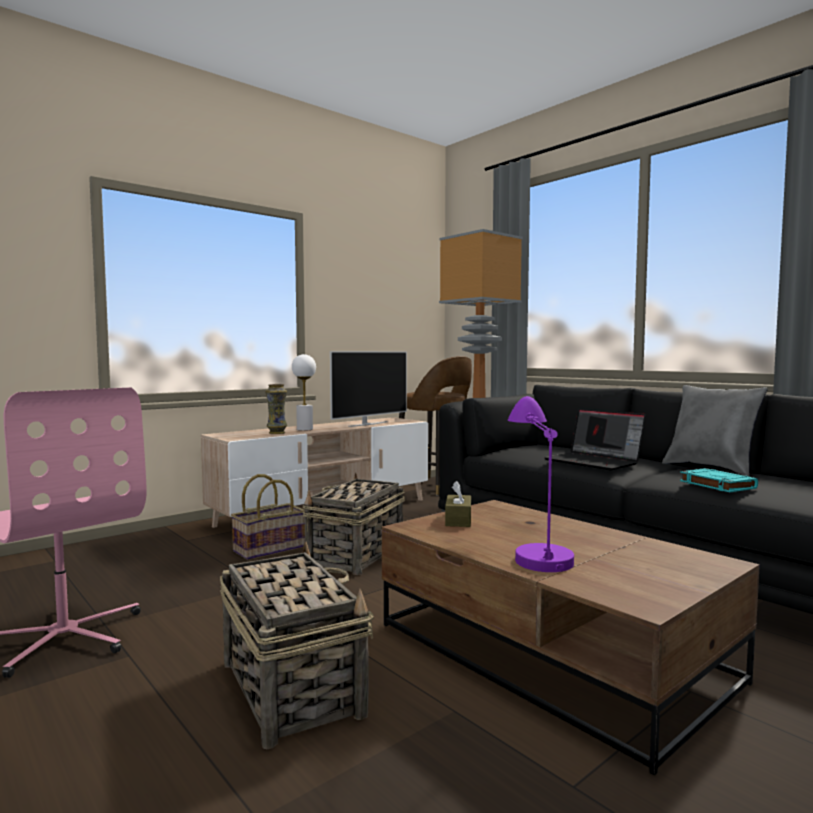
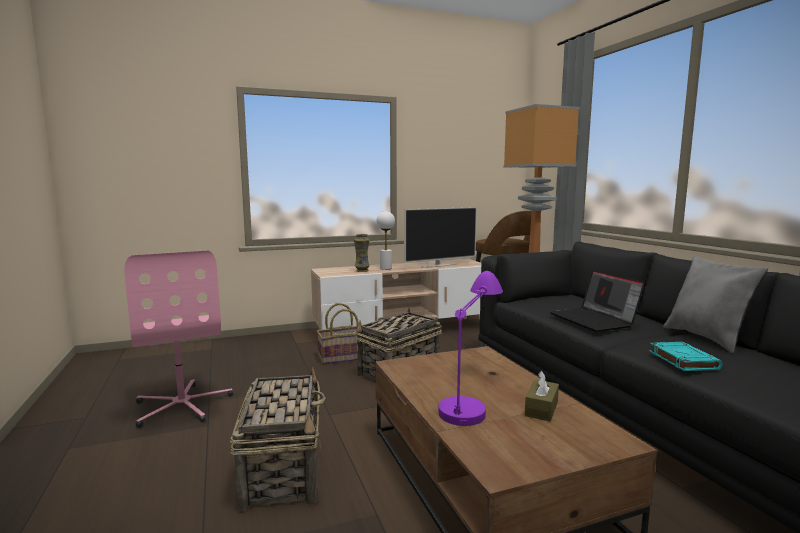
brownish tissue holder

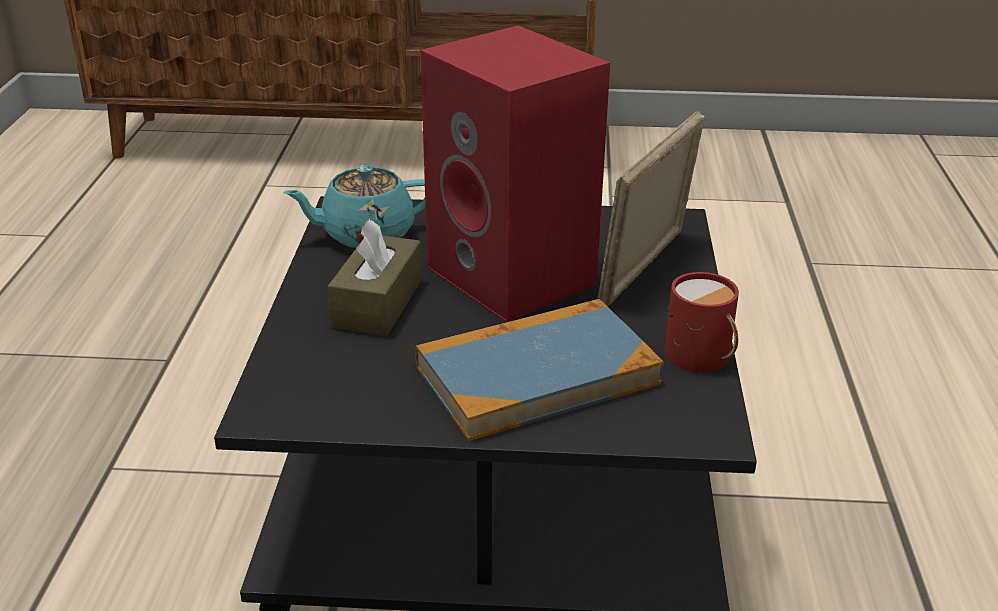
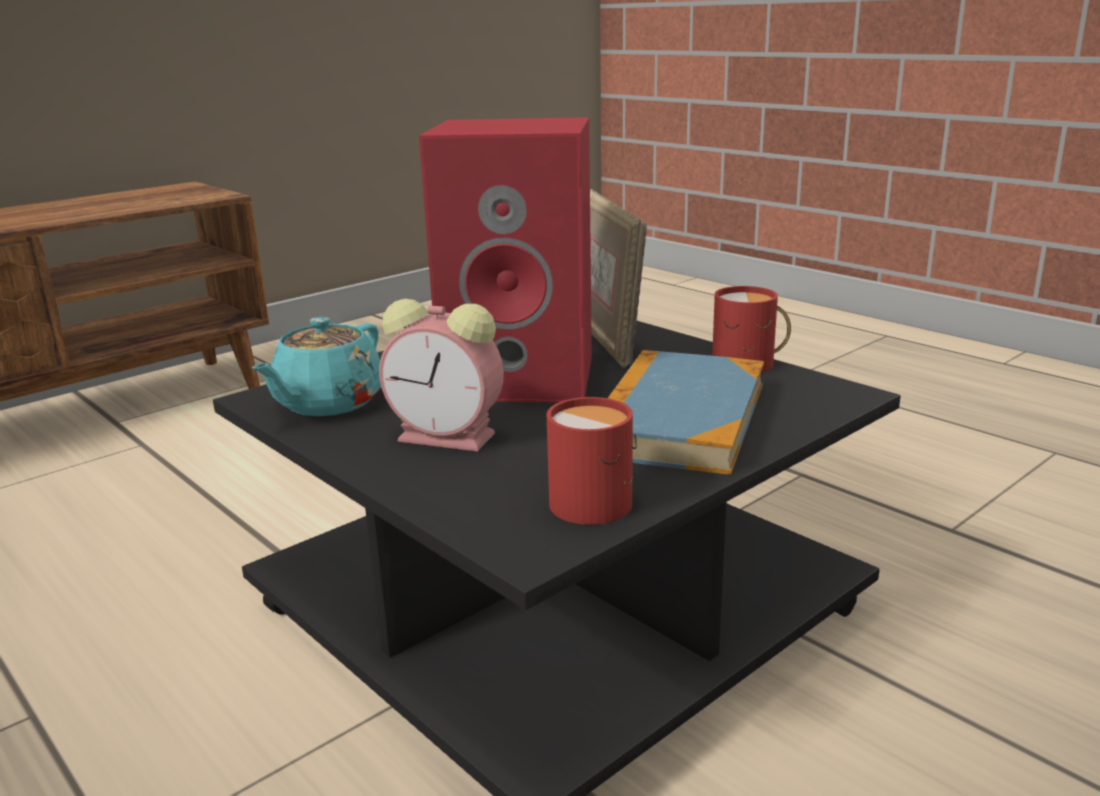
alarm clock
red coffee mug (no. 1 from left)

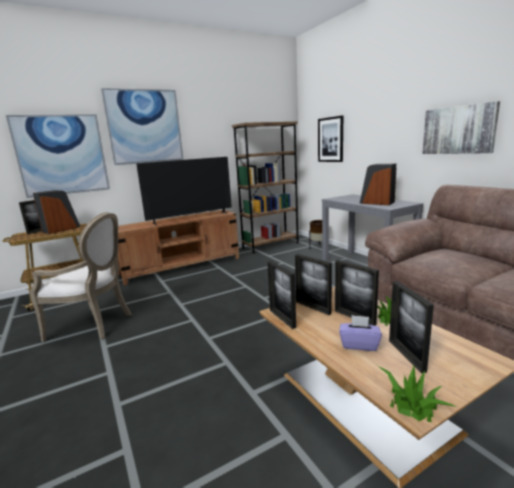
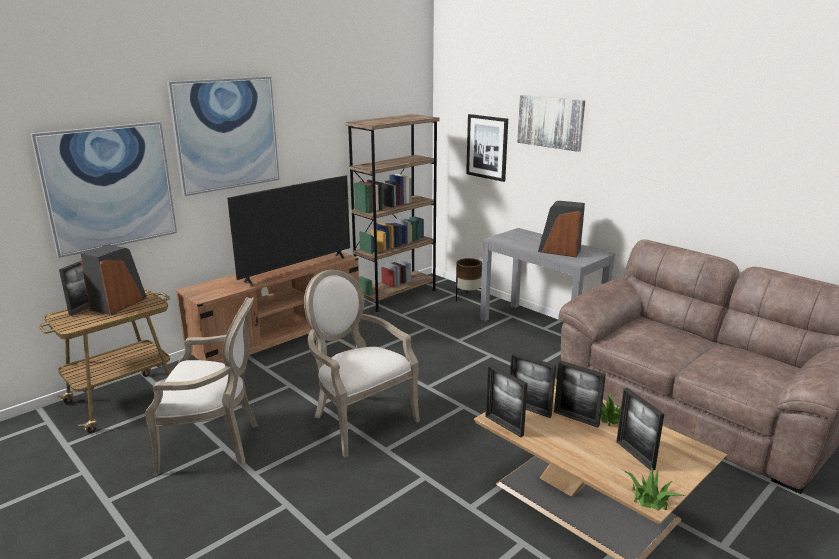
purple tissue holder
wall picture (no. 4 from left)
easy chair (no. 2 from left)

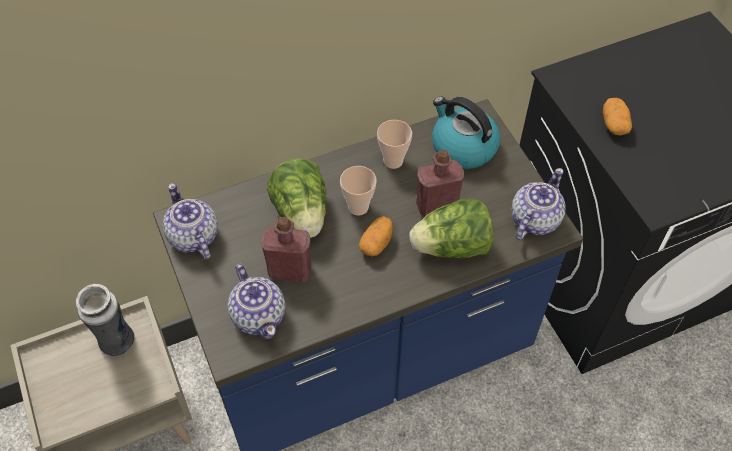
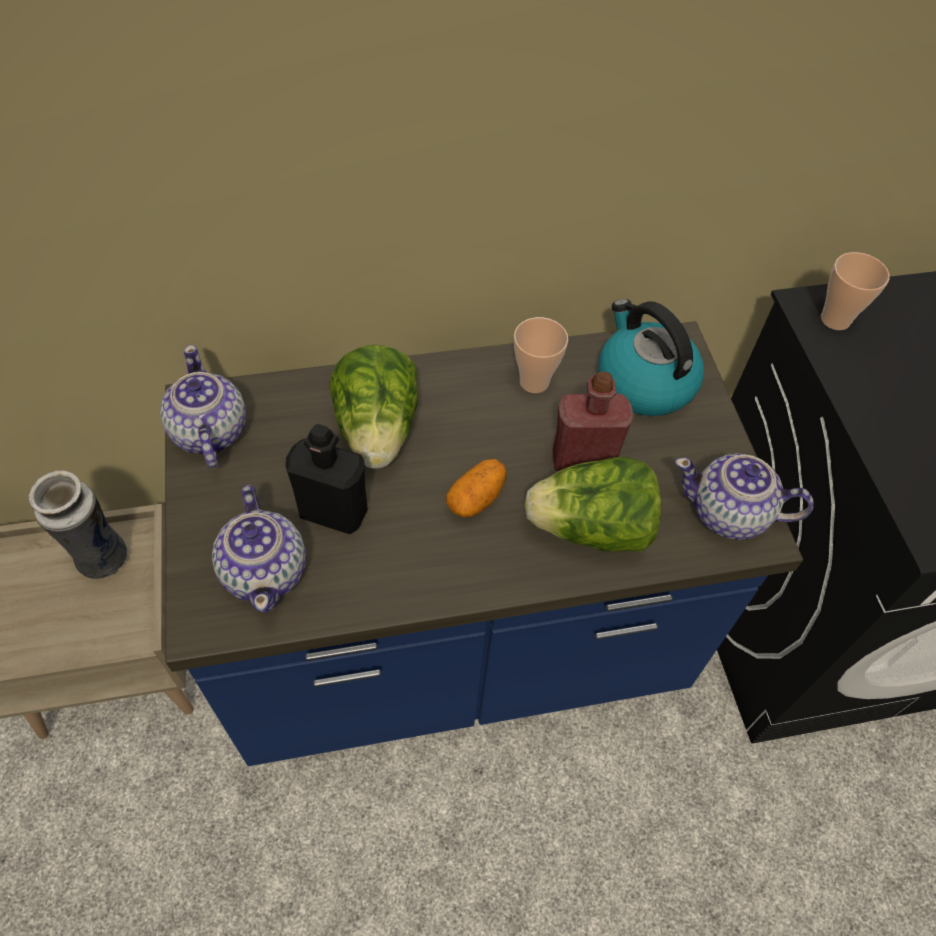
black-coloured drink bottle
drinking cup (no. 2 from left)
pot for tea (no. 3 from left)
potato (no. 2 from left in the first image)

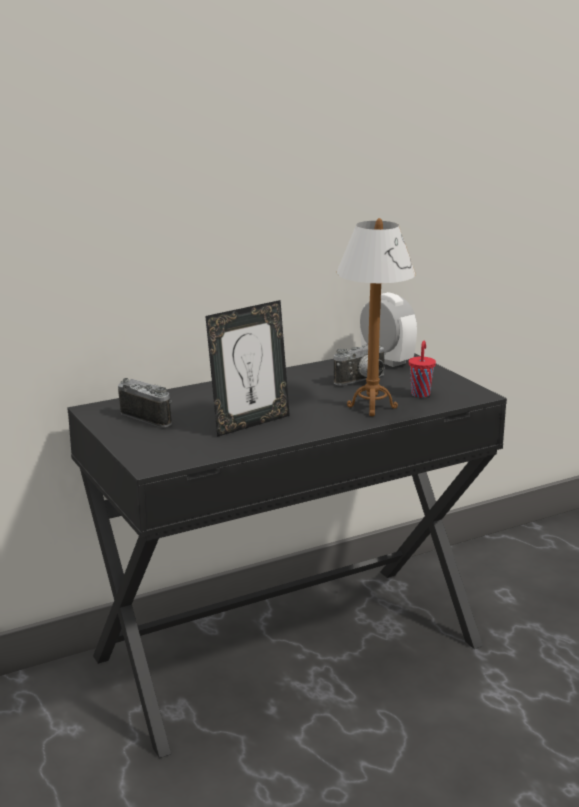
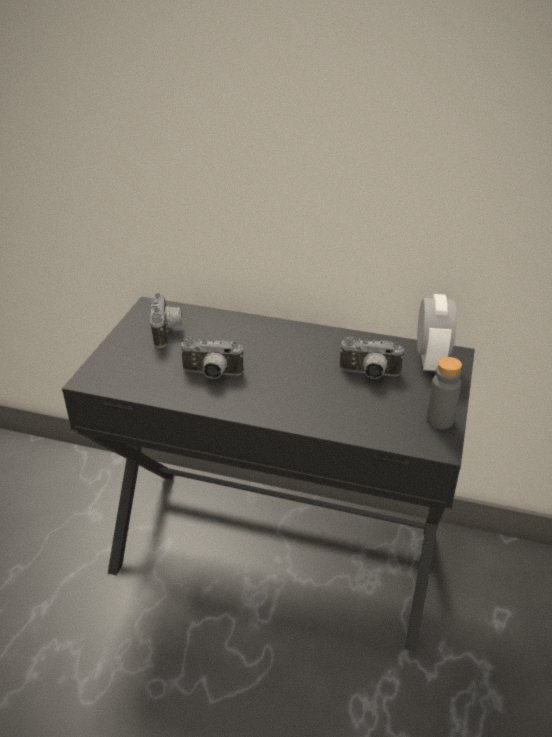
still camera (no. 2 from left)
tabletop lamp
red drinking cup
gray drink bottle

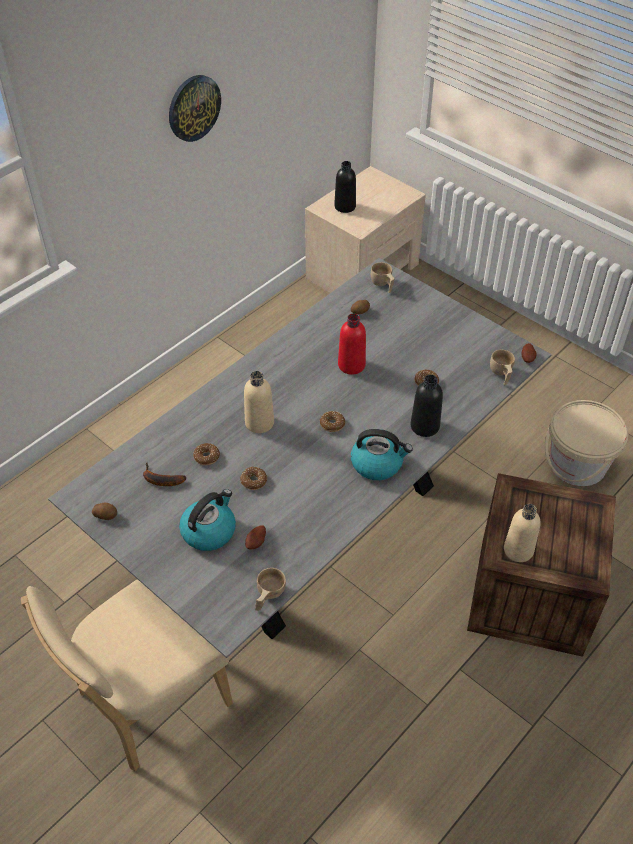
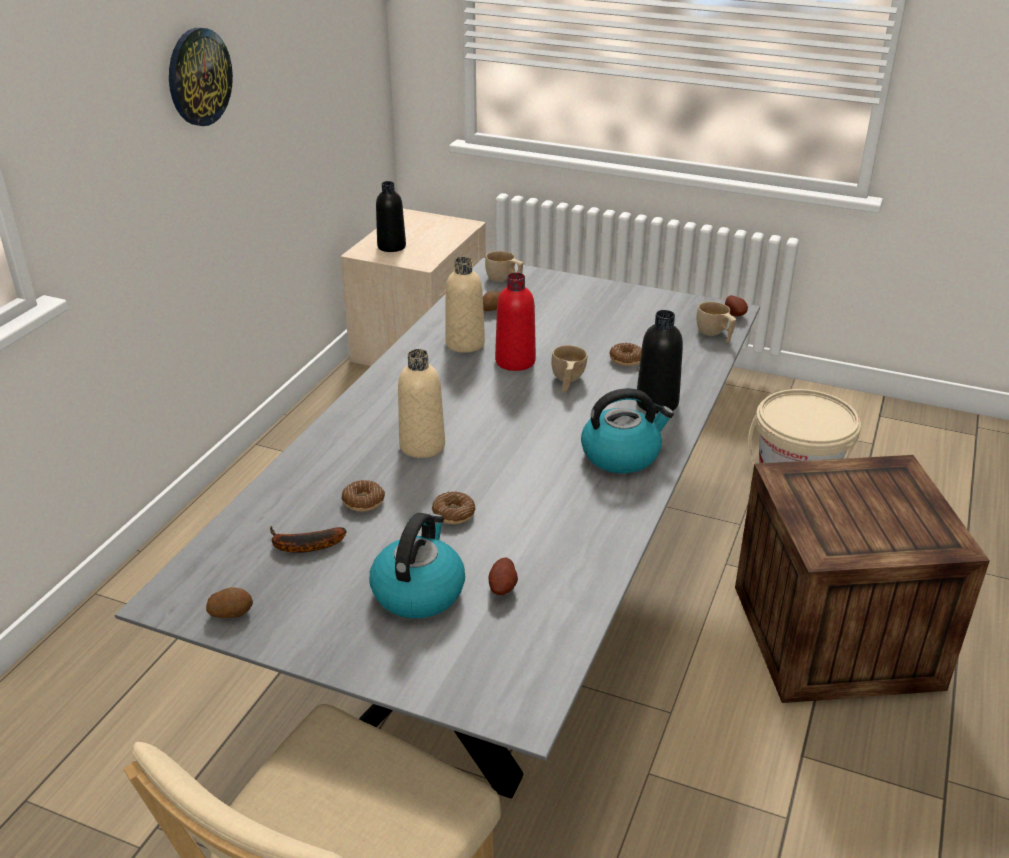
beige-coloured drinking cup (no. 2 from left)
donut (no. 3 from left in the first image)
beige-coloured drink bottle (no. 2 from left)

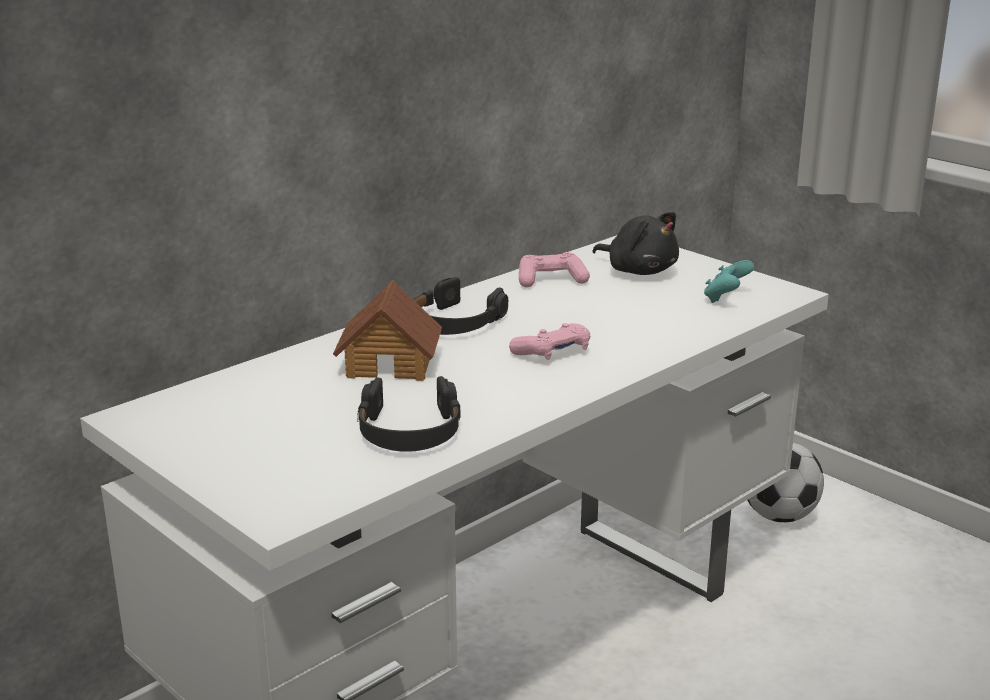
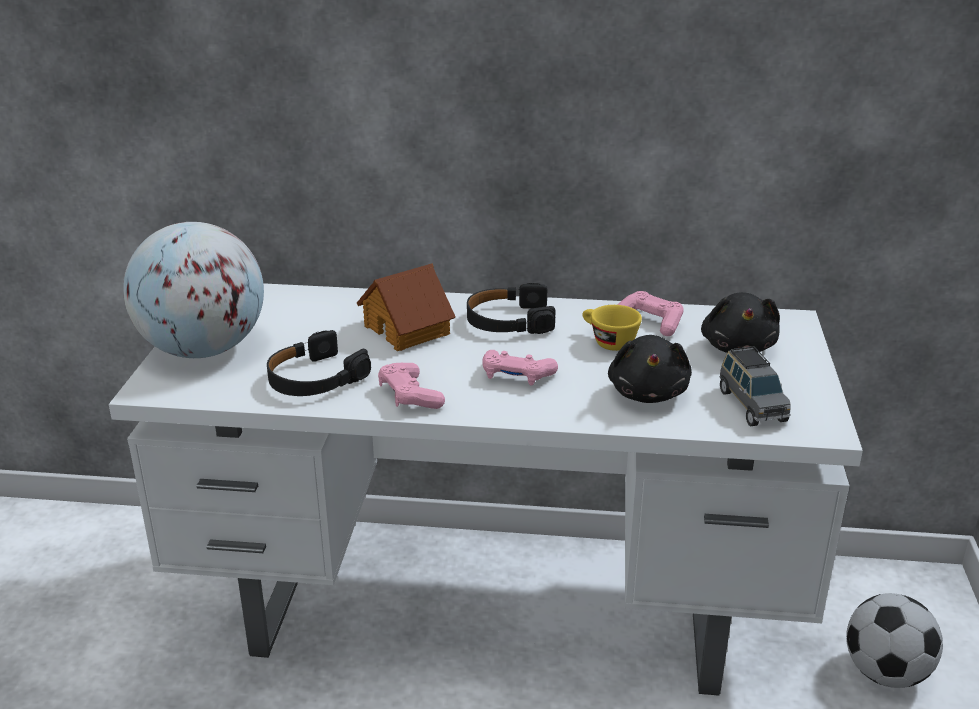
gray toy car
desk globe
pink gamepad (no. 1 from left)
yellow-coloured drinking cup
black-coloured plush toy (no. 1 from left)

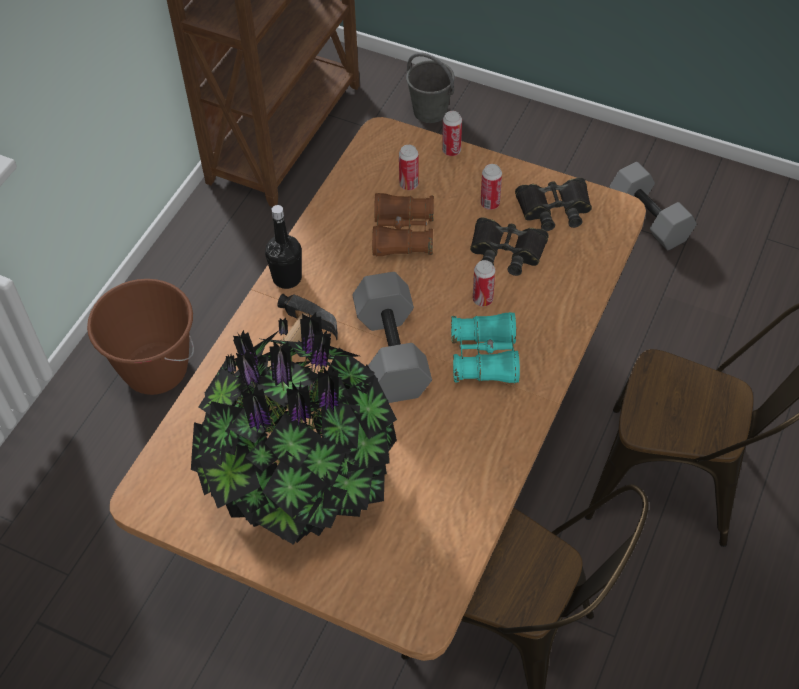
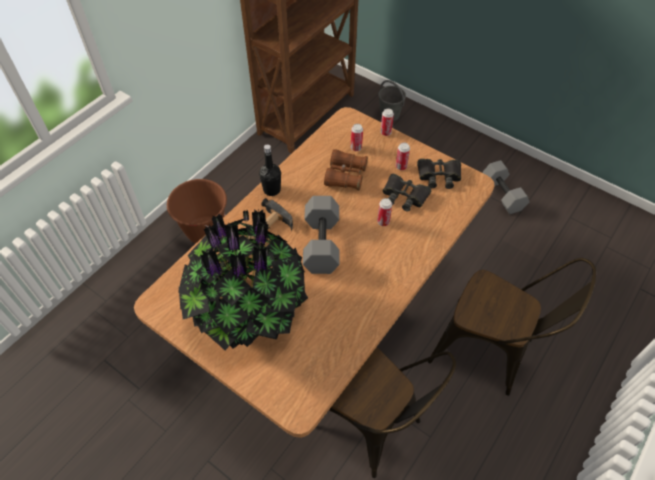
blue-green pair of binoculars

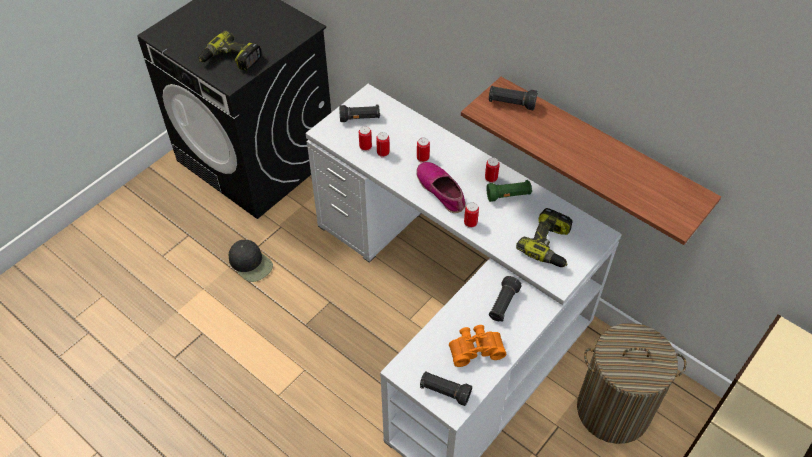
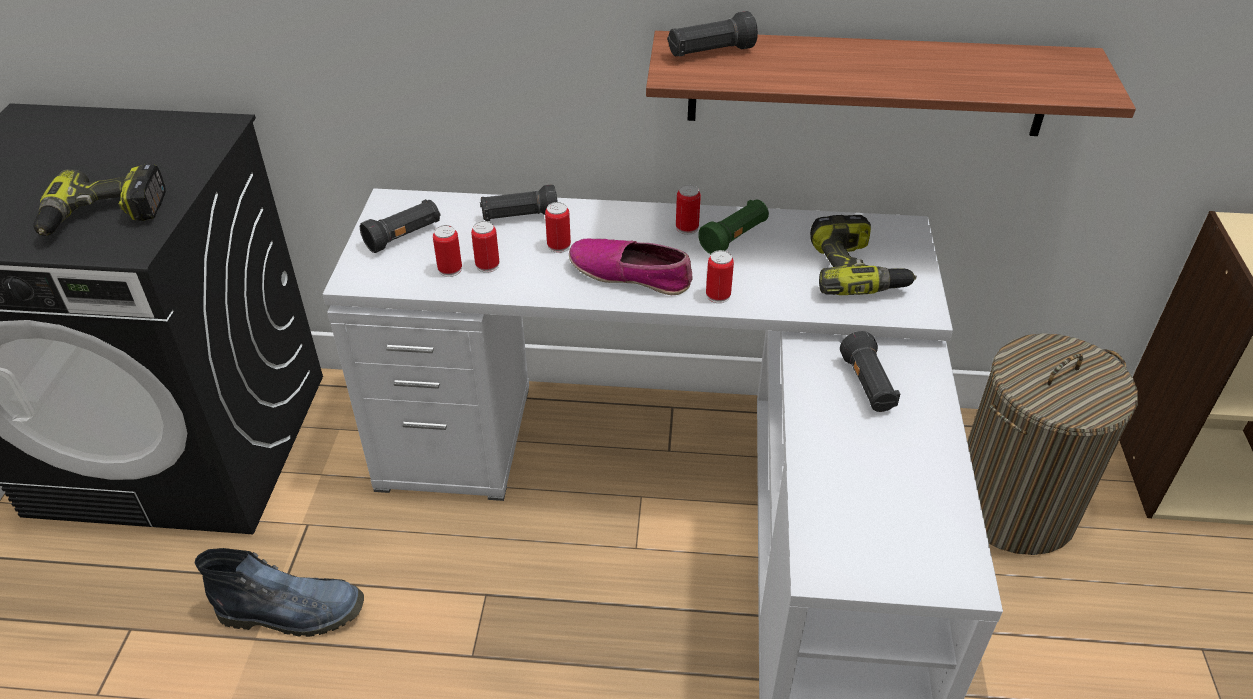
boot
black-coloured hand torch (no. 2 from left)
orangey pair of binoculars

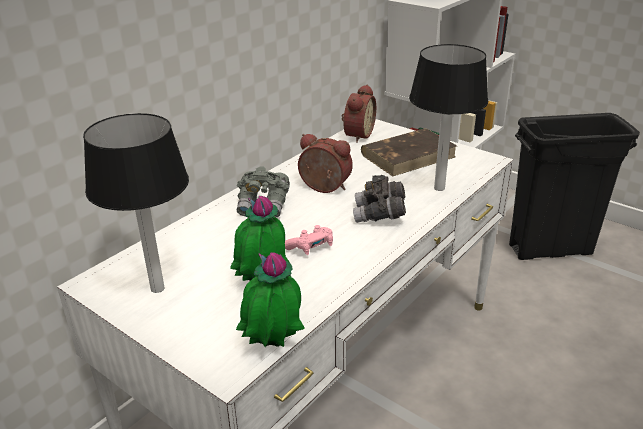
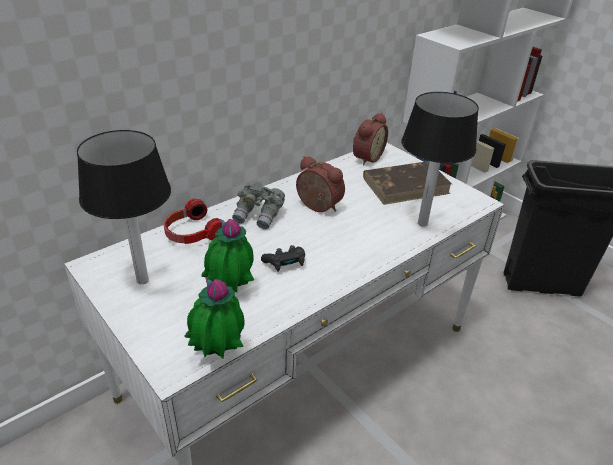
black-coloured gamepad
gray pair of binoculars (no. 2 from left in the first image)
headset

